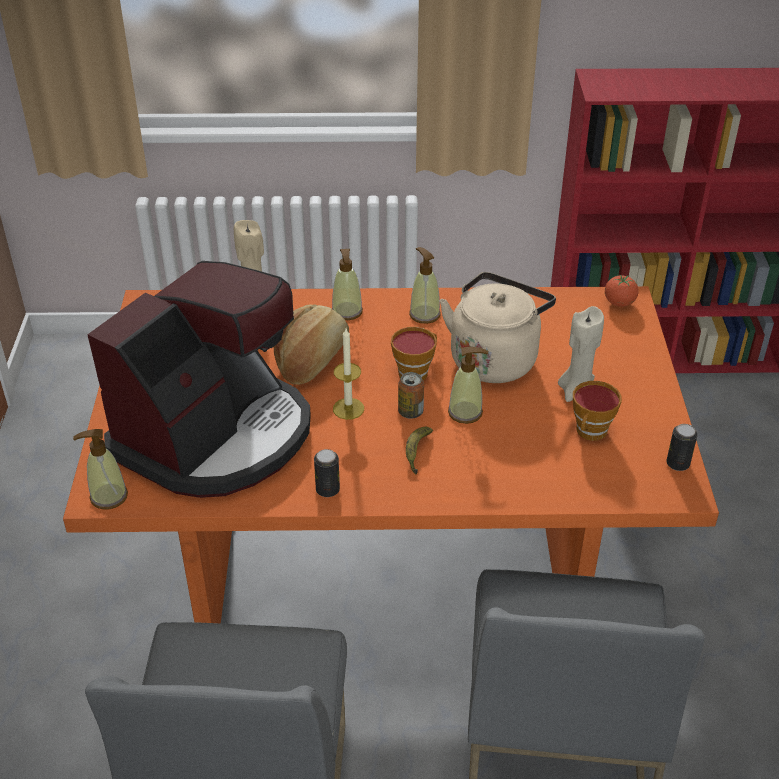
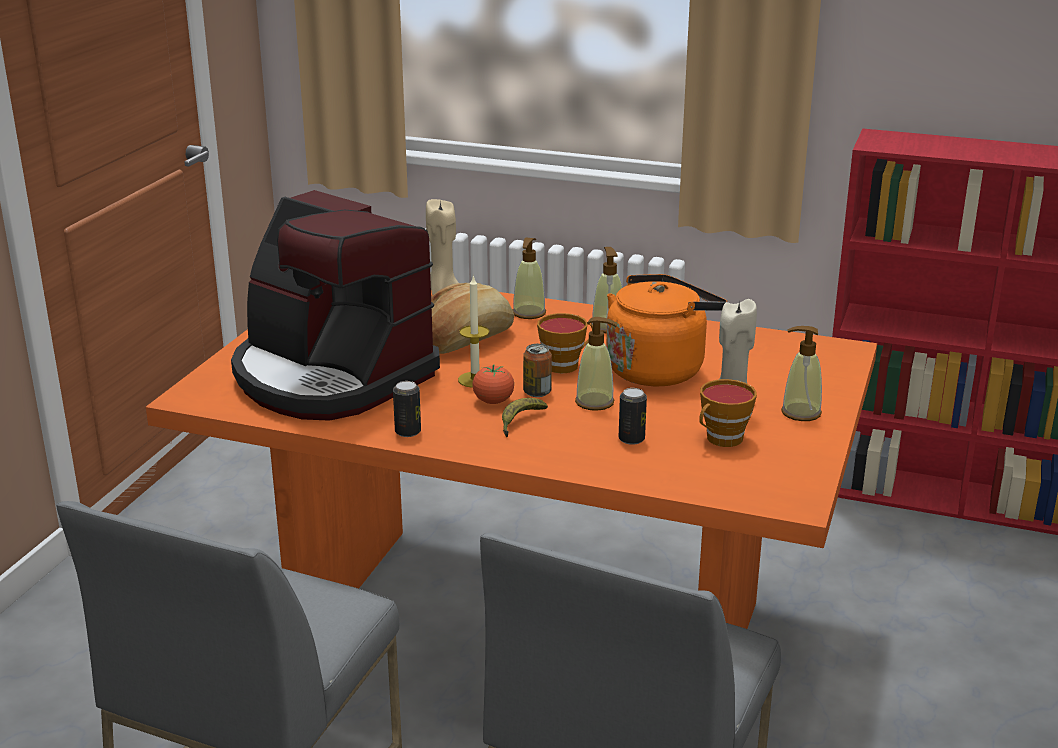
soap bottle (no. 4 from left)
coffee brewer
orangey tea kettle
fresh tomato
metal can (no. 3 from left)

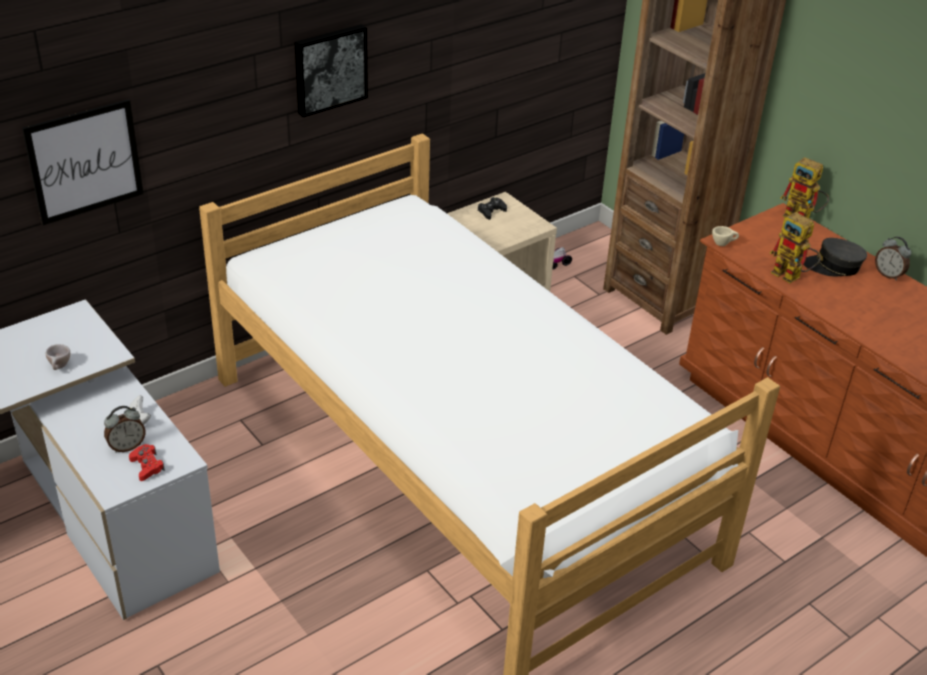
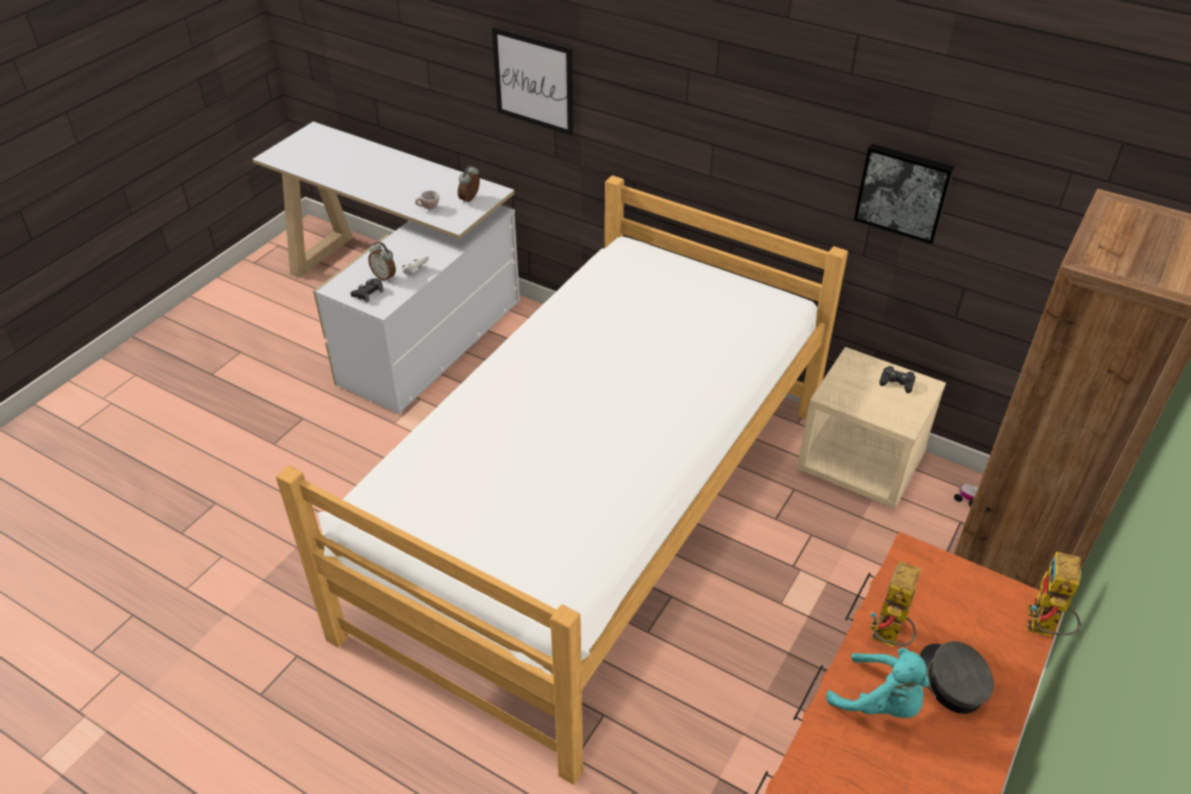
black-coloured gamepad (no. 1 from left)
wall picture (no. 2 from left)
beige-coloured drinking cup (no. 2 from left in the first image)
alarm clock (no. 2 from left)
blue-green plush toy

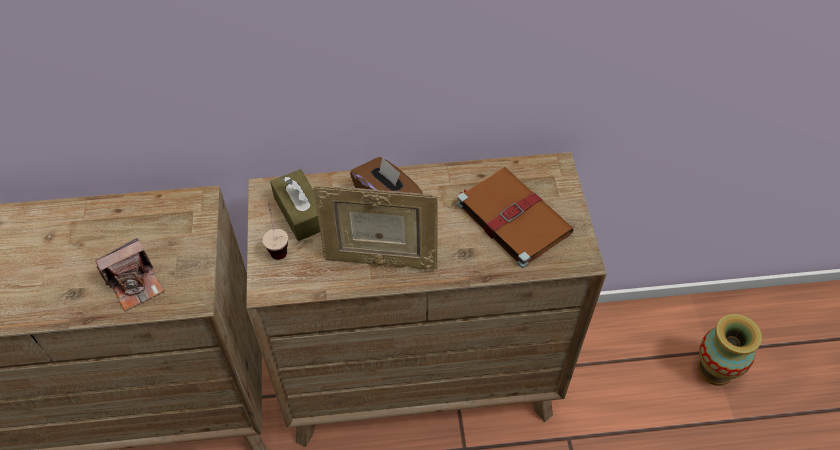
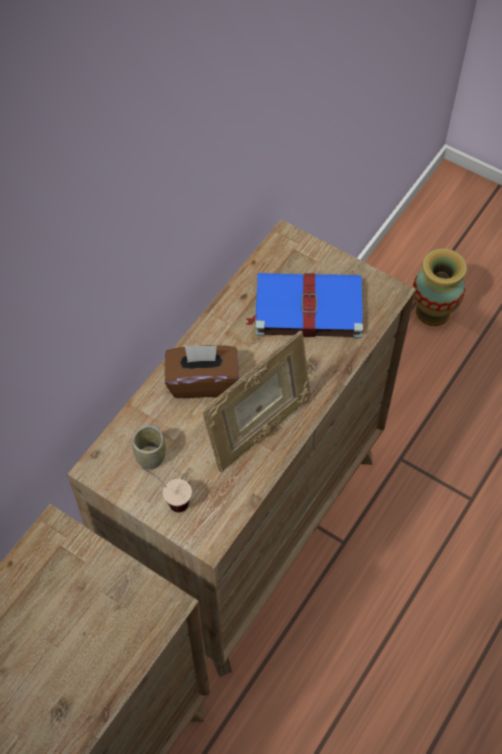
still camera
drinking cup (no. 1 from left)
blue book

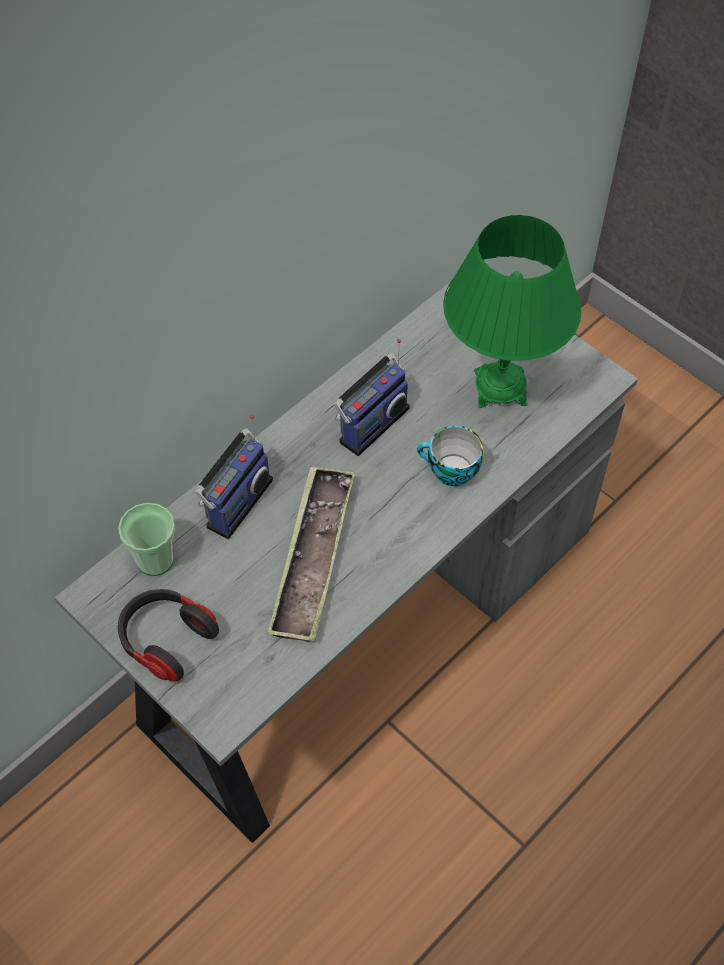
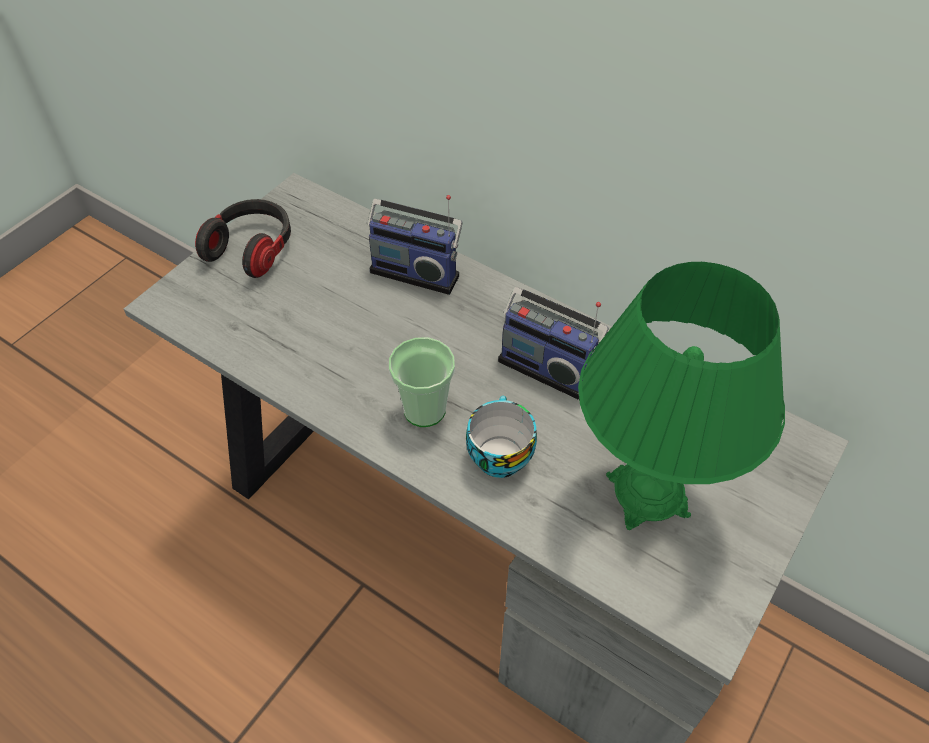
drinking cup (no. 1 from left)
carrying tray

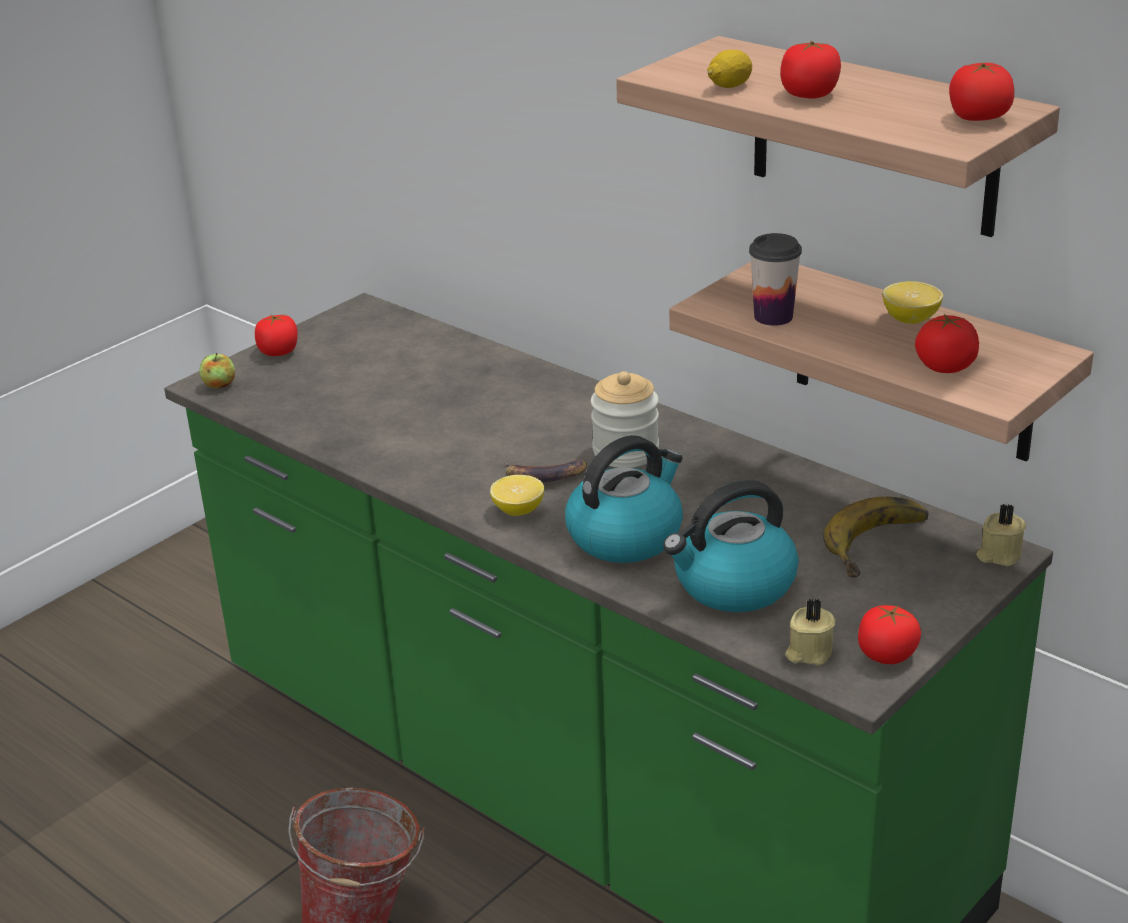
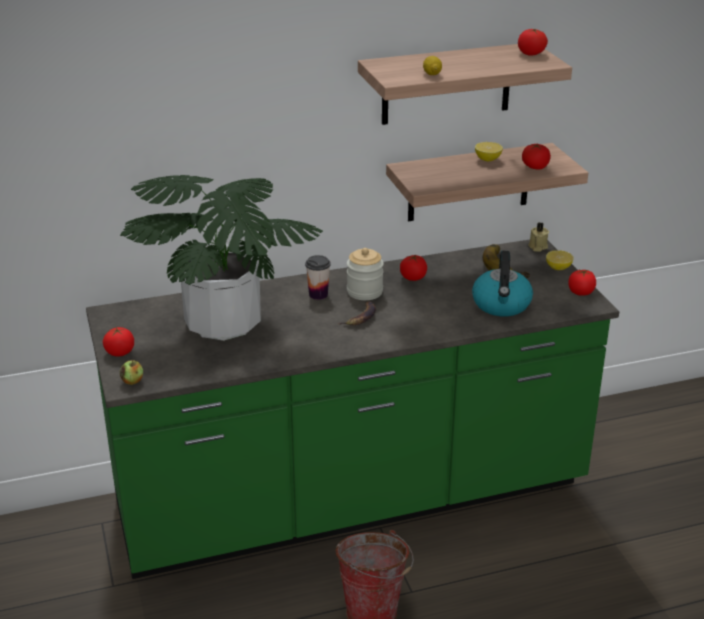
whole lemon (no. 3 from left)
tea kettle (no. 1 from left in the first image)
drinking cup
fresh tomato (no. 2 from left)
beige-coloured wax light (no. 1 from left in the first image)
houseplant

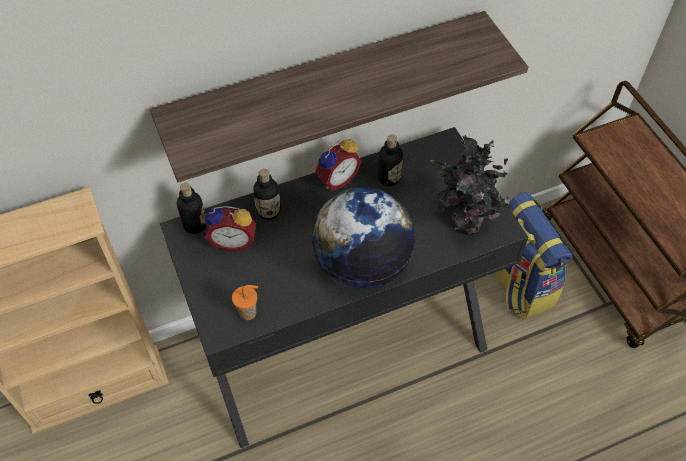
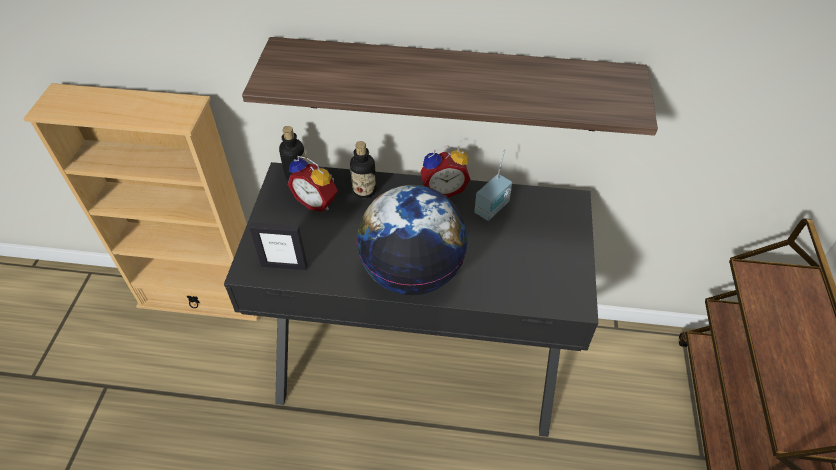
picture frame
radio receiver
houseplant
rucksack

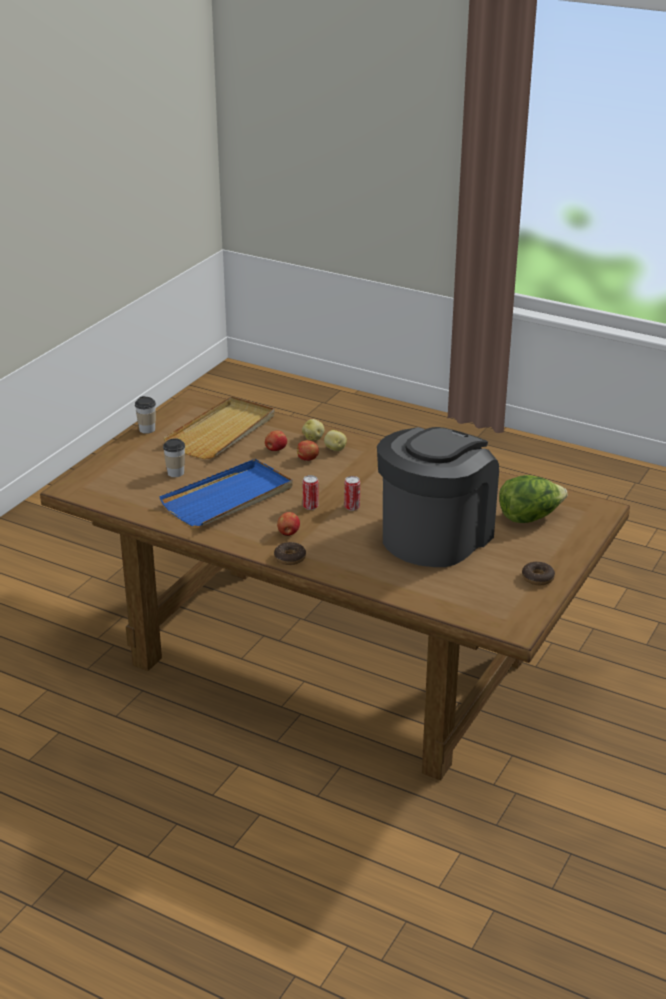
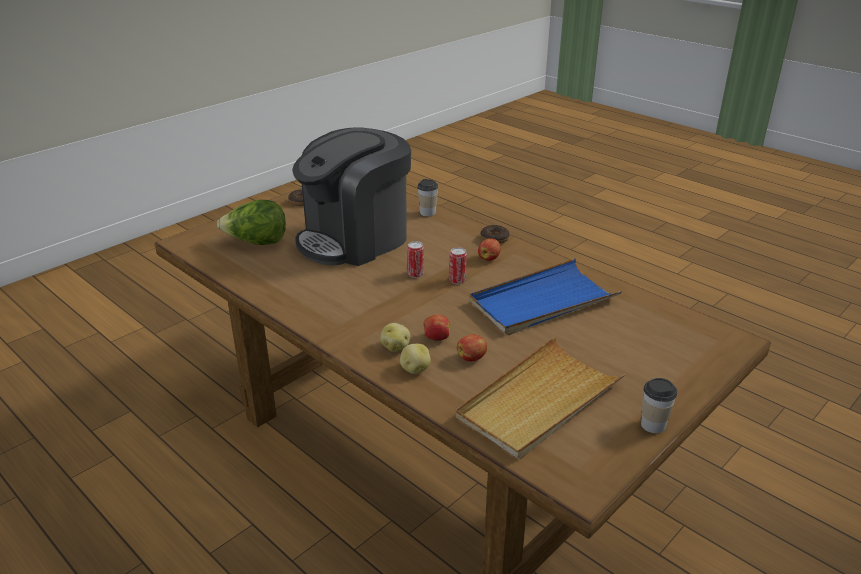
drinking cup (no. 1 from left)

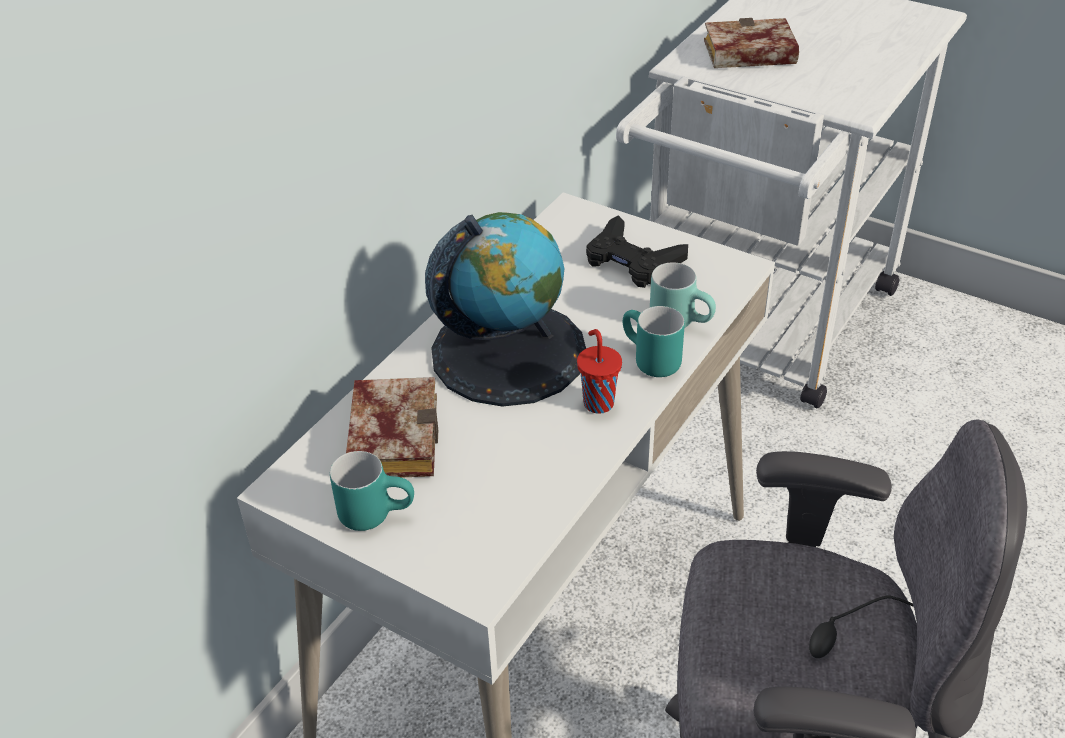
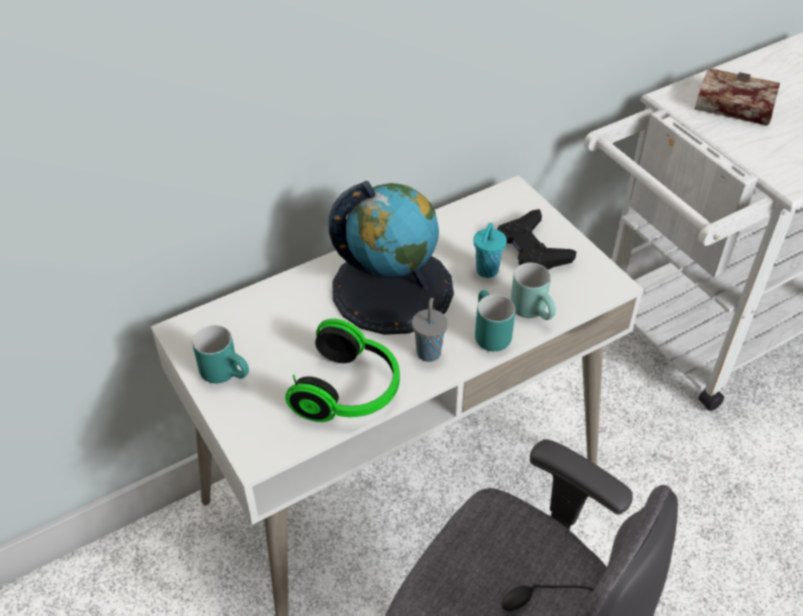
book (no. 1 from left in the first image)
gray drinking cup
headset
blue-green drinking cup

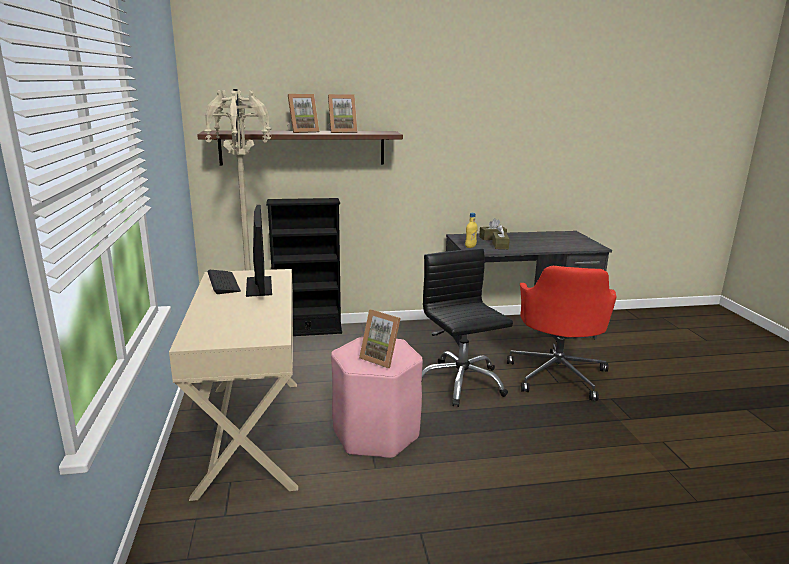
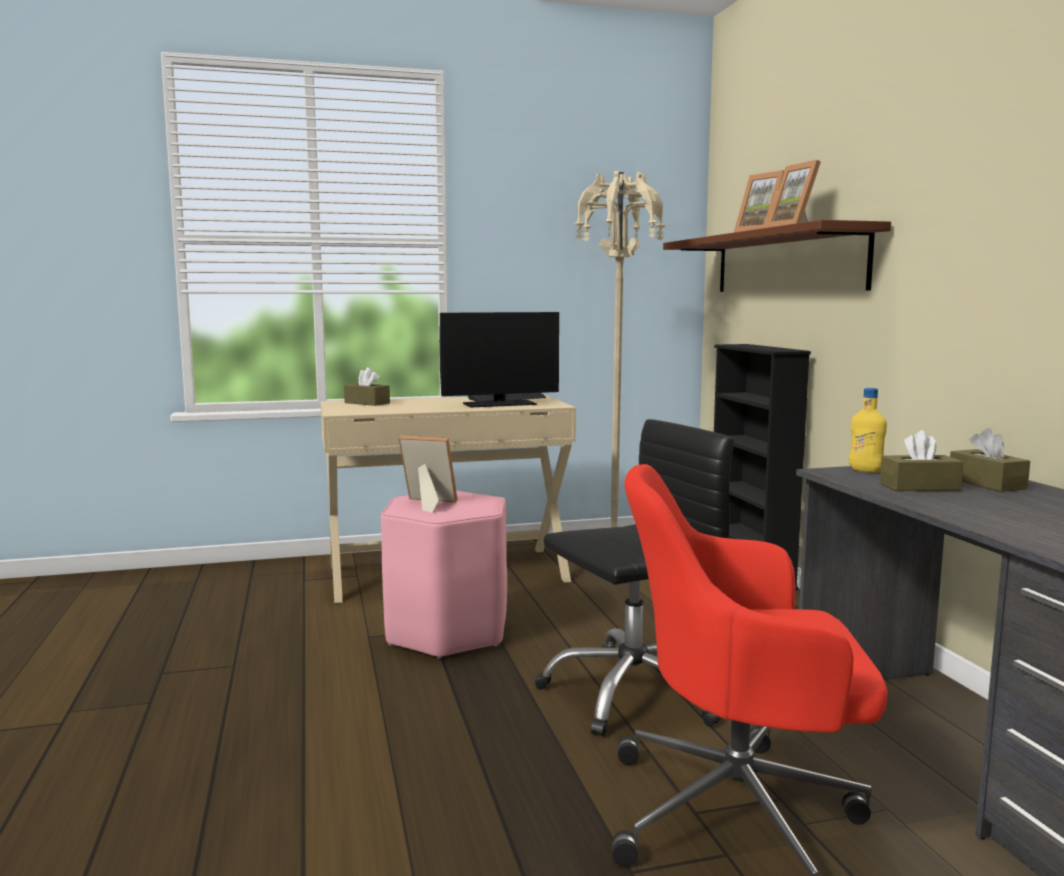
picture frame (no. 1 from left)
brownish tissue holder (no. 1 from left)

